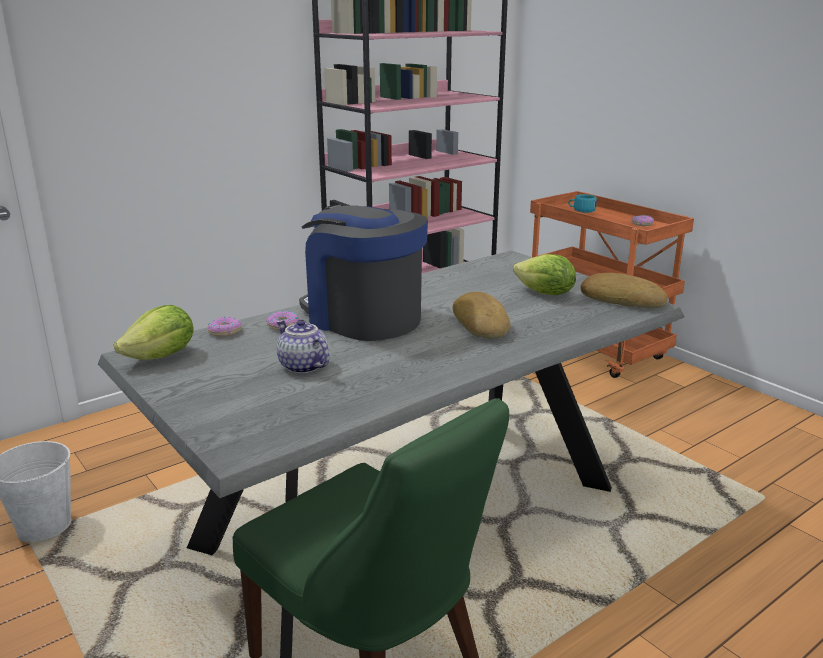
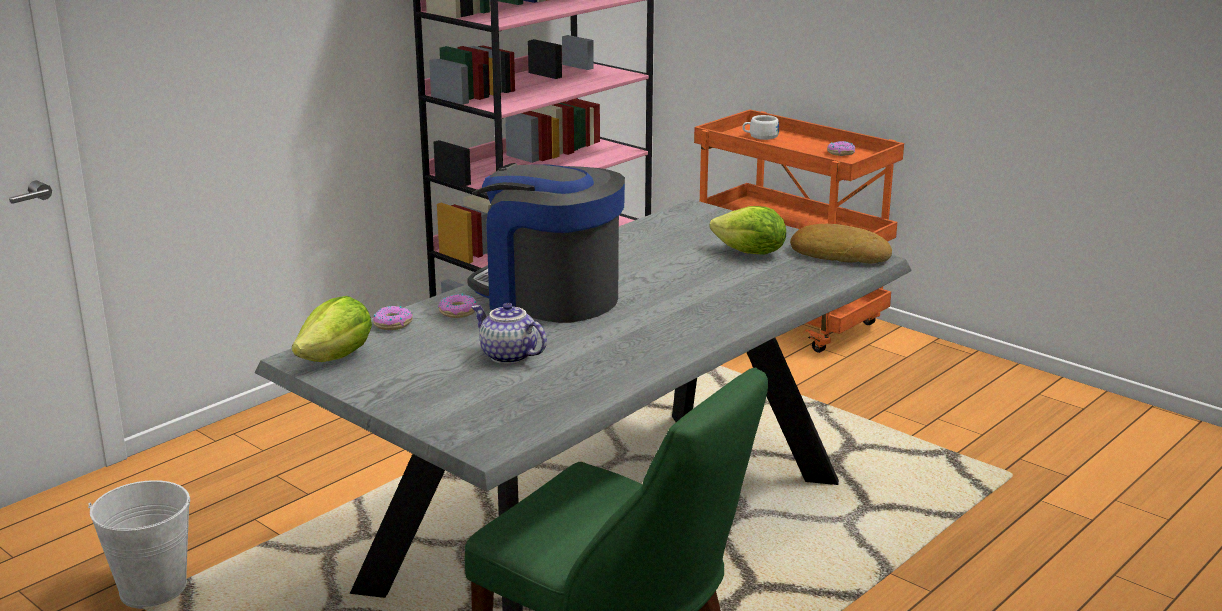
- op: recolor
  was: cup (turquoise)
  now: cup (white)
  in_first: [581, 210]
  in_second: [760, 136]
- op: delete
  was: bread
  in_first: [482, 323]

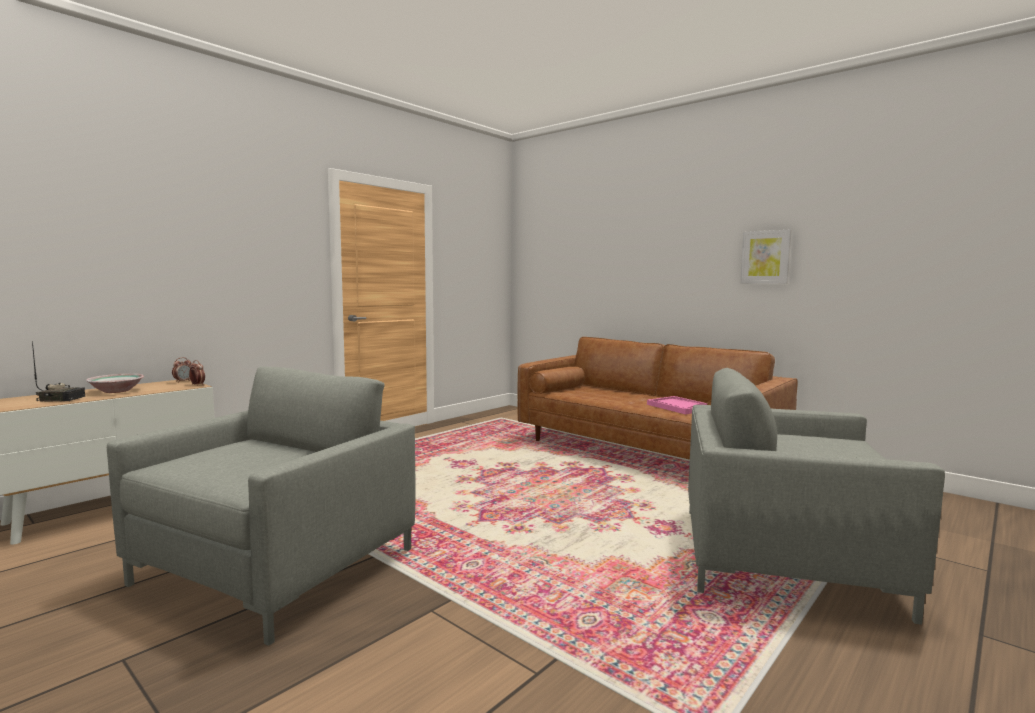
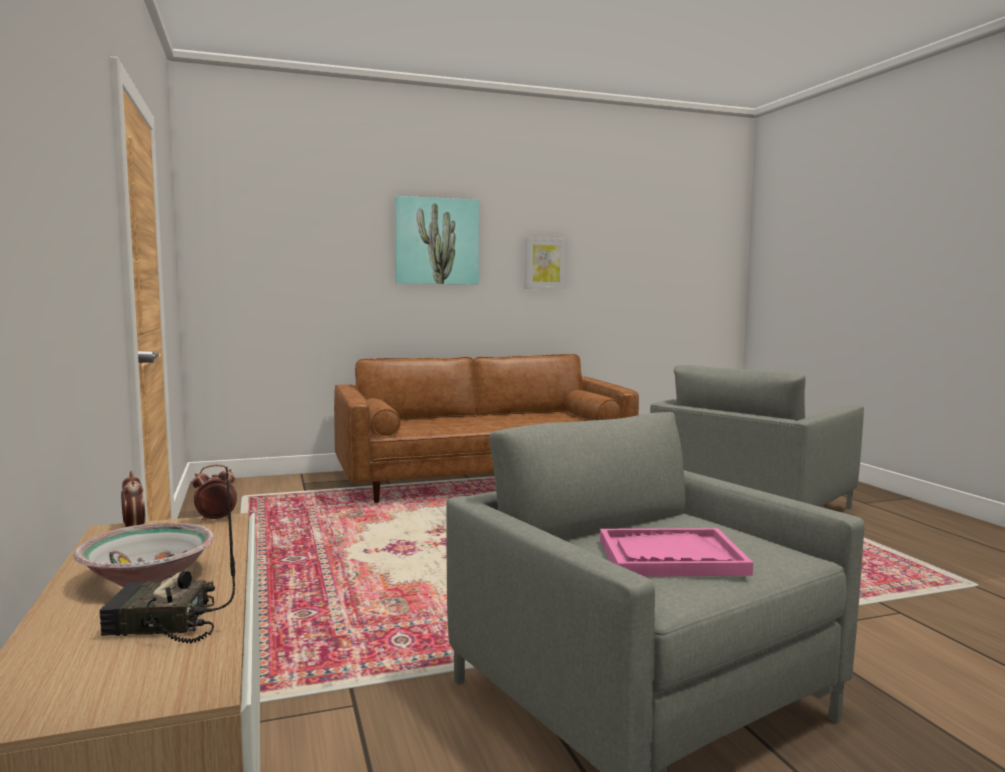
- op: rotate
  was: radio
  in_first: [62, 399]
  in_second: [162, 625]
  clockwise: -120
- op: insert
  now: picture
  in_second: [437, 241]
- op: move
  was: tray (pink)
  in_first: [679, 407]
  in_second: [670, 557]

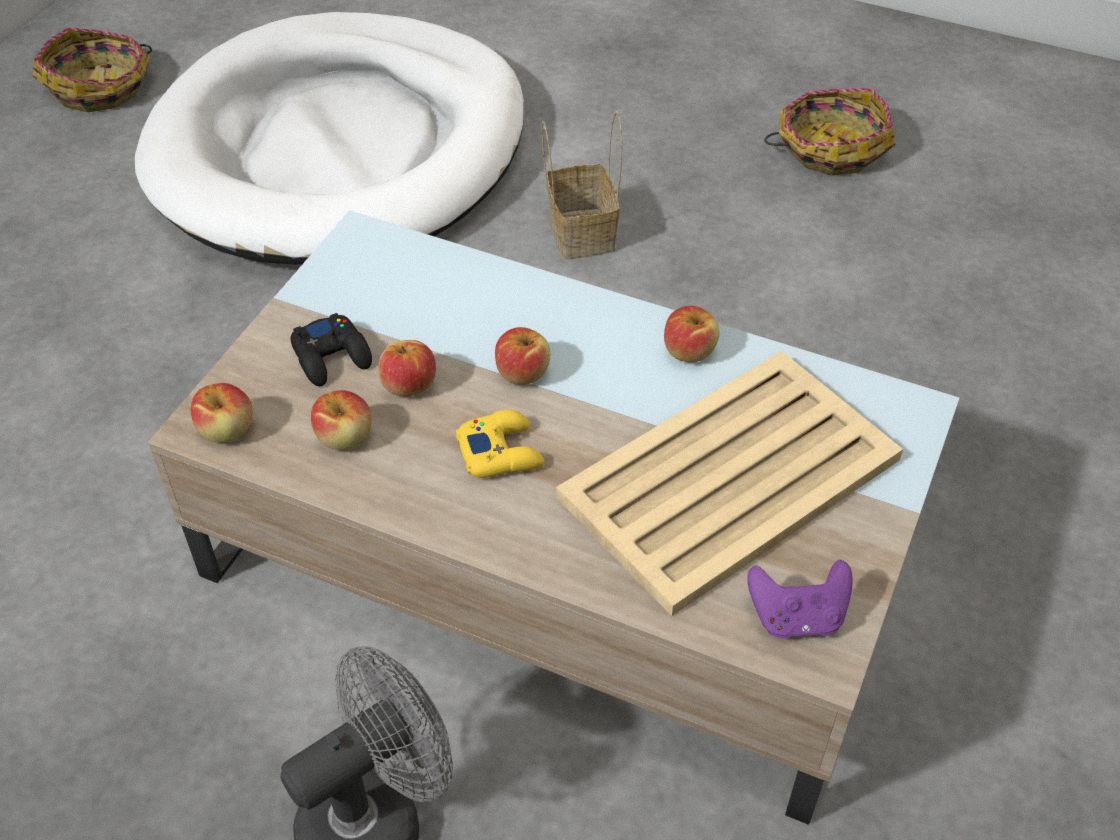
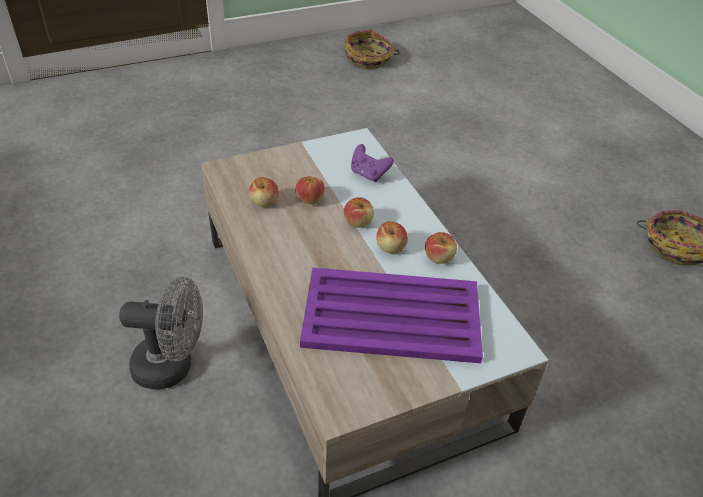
- op: recolor
  was: tray (beige)
  now: tray (purple)
  in_first: [726, 479]
  in_second: [390, 315]
- op: move
  was: game controller (purple)
  in_first: [796, 617]
  in_second: [368, 174]
- op: move
  was: apple
  in_first: [227, 430]
  in_second: [390, 247]
- op: delete
  was: dog bed (white)
  in_first: [340, 149]
- op: delete
  was: game controller (black)
  in_first: [332, 356]
- op: delete
  was: game controller (yellow)
  in_first: [501, 452]
- op: delete
  was: basket
  in_first: [579, 232]

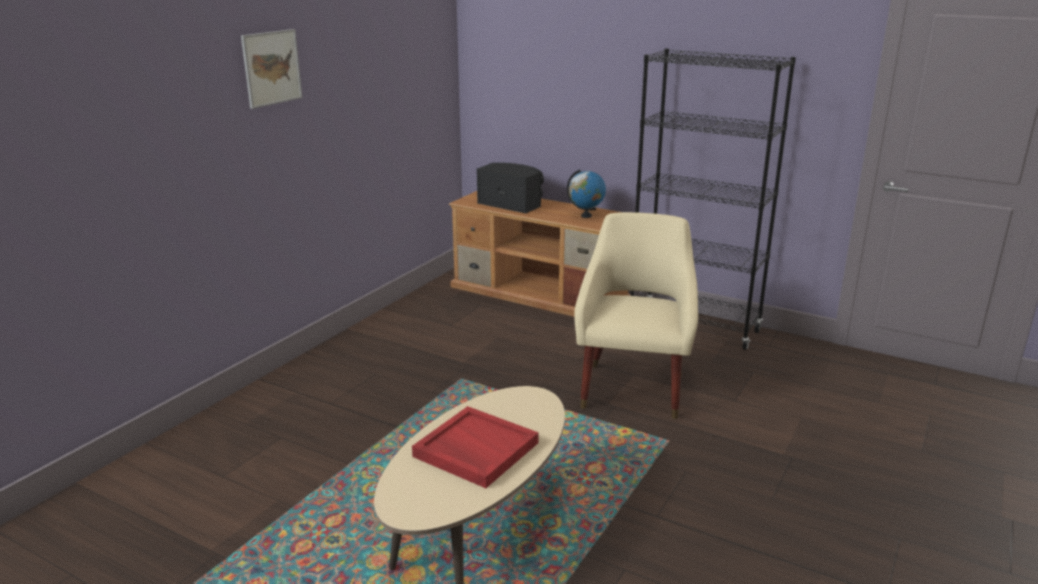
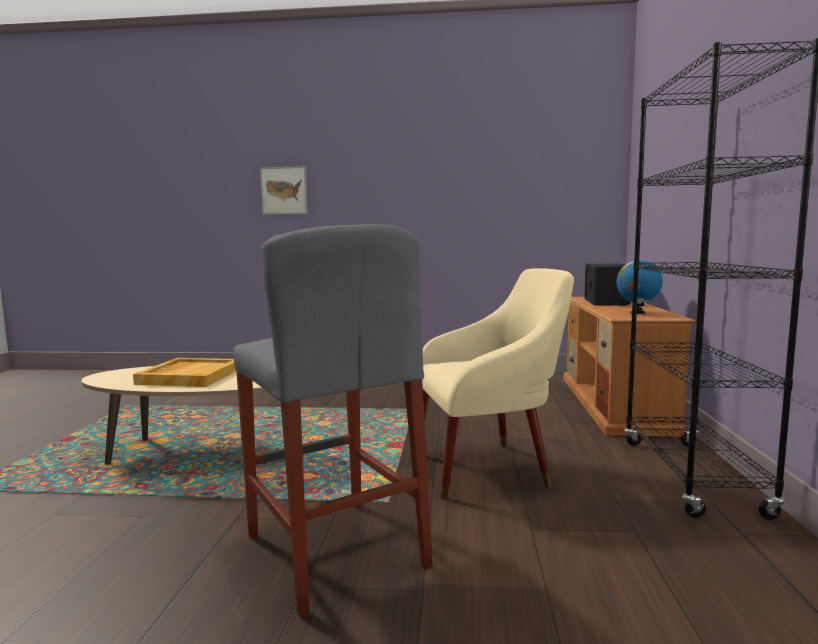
- op: recolor
  was: tray (red)
  now: tray (beige)
  in_first: [475, 450]
  in_second: [190, 376]
- op: insert
  now: stool (grey)
  in_second: [334, 550]
- op: move
  was: picture
  in_first: [271, 68]
  in_second: [284, 190]

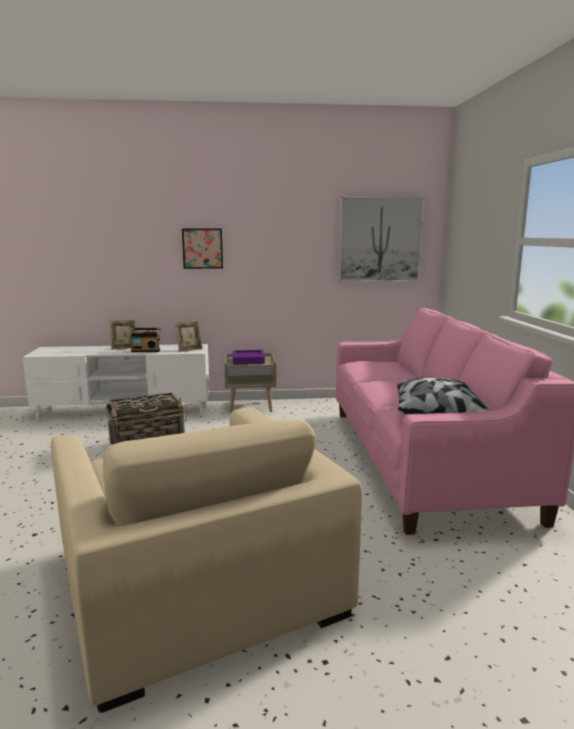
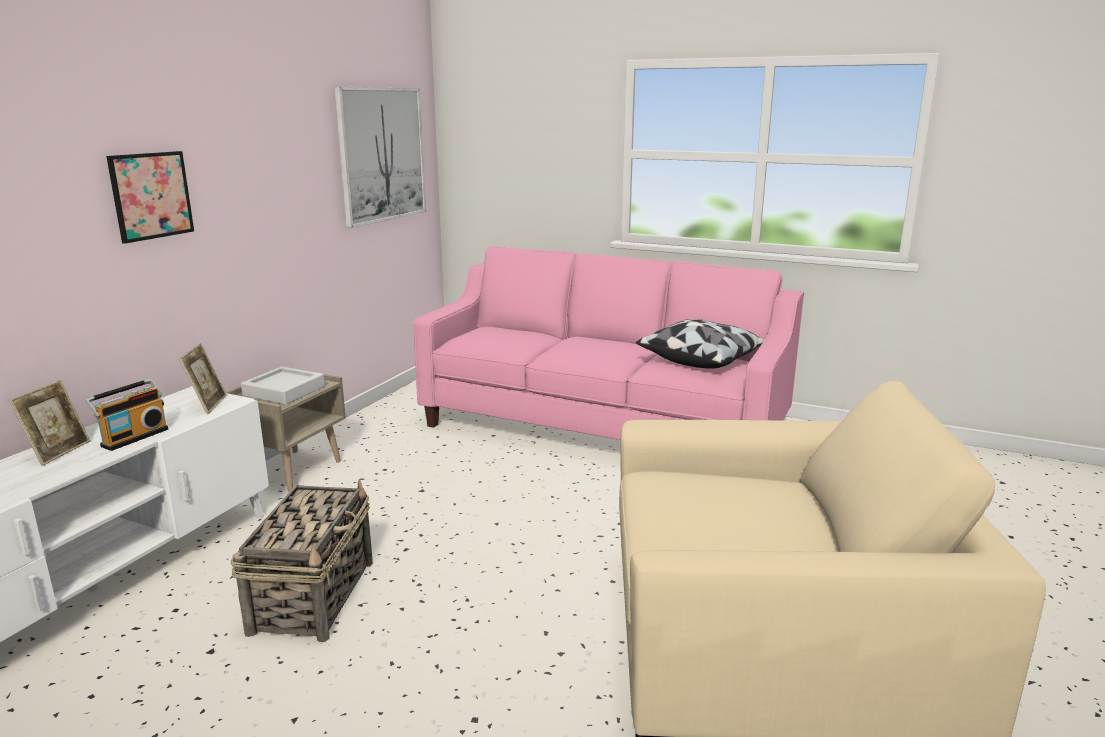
- op: recolor
  was: tray (purple)
  now: tray (grey)
  in_first: [248, 360]
  in_second: [284, 391]

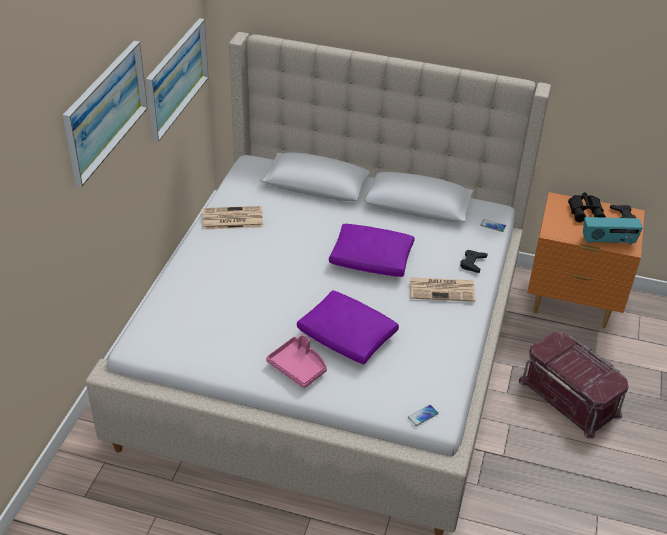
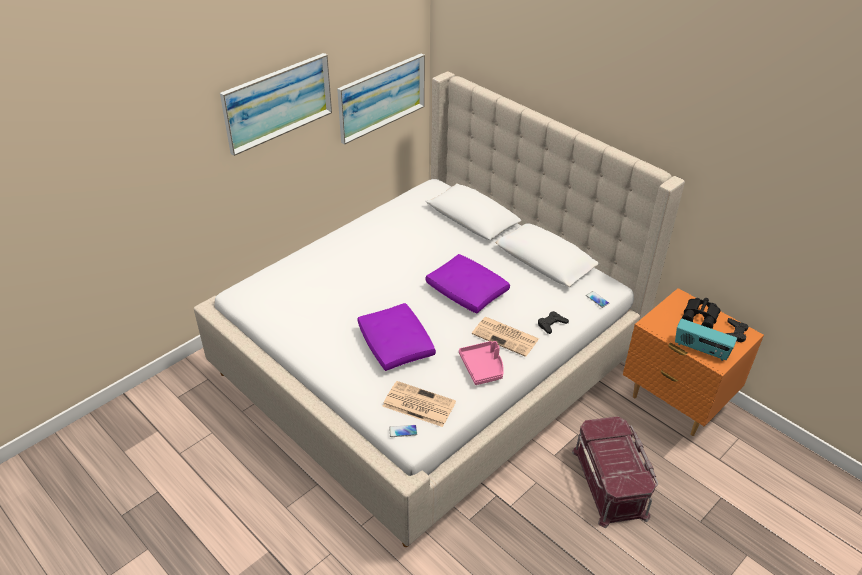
- op: move
  was: newspaper
  in_first: [232, 219]
  in_second: [418, 404]
- op: move
  was: tray (pink)
  in_first: [298, 367]
  in_second: [483, 367]

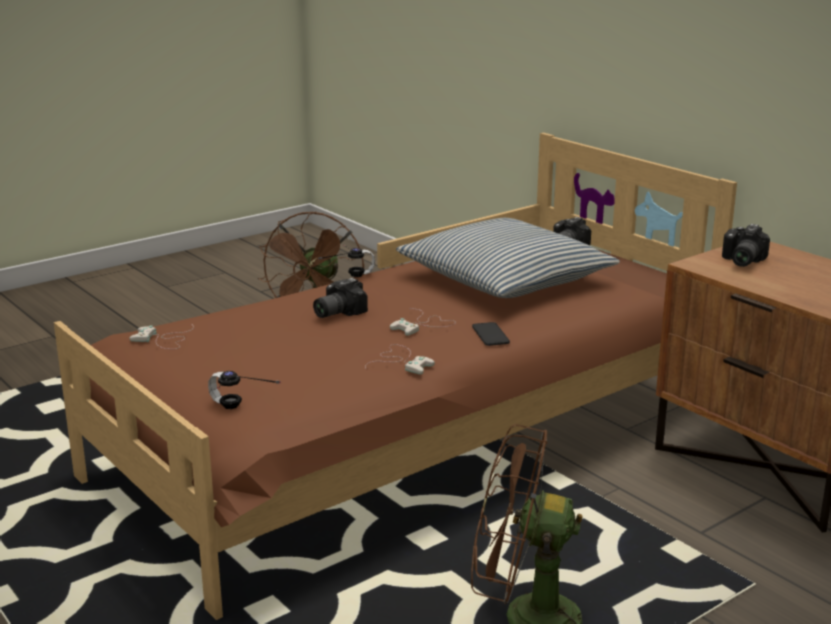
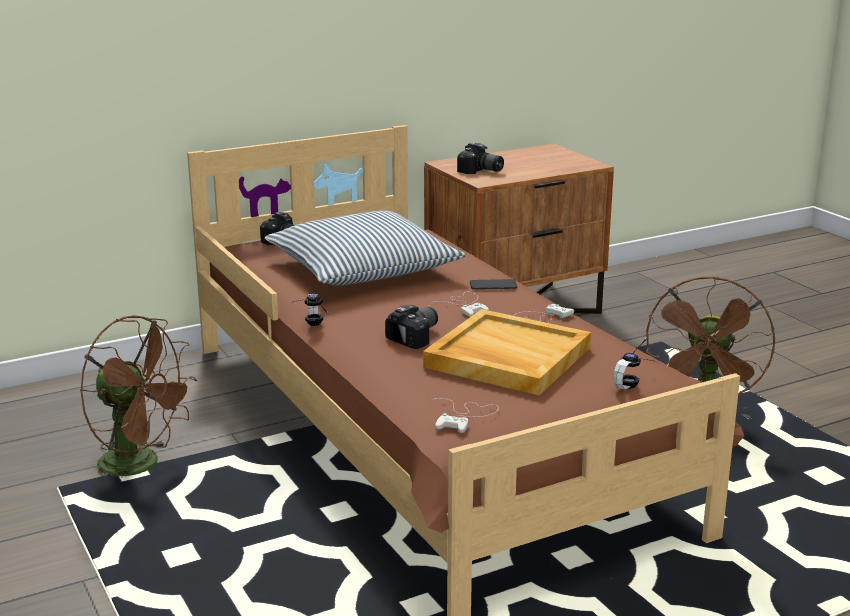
- op: rotate
  was: photo camera
  in_first: [336, 312]
  in_second: [417, 336]
  clockwise: -105
- op: insert
  now: tray (beige)
  in_second: [506, 357]

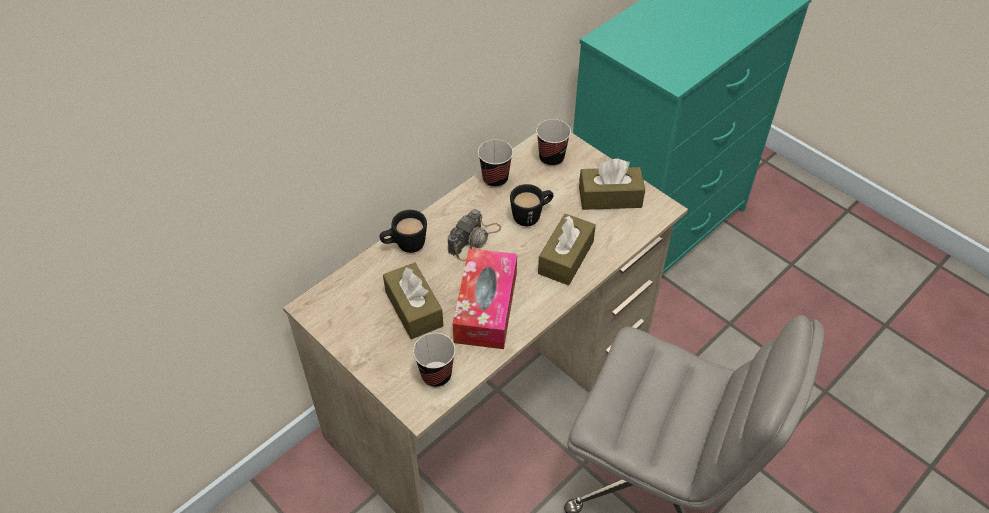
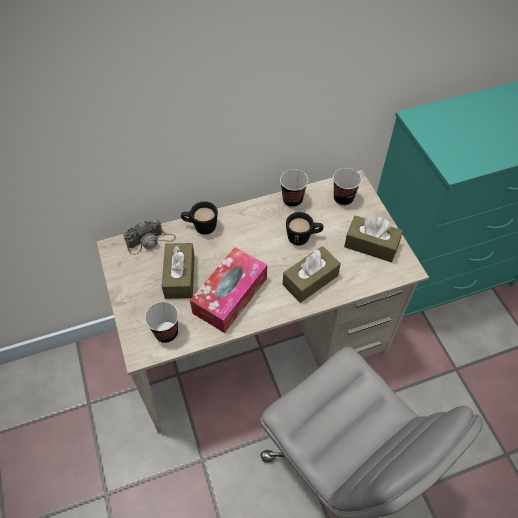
- op: move
  was: photo camera
  in_first: [474, 239]
  in_second: [150, 241]

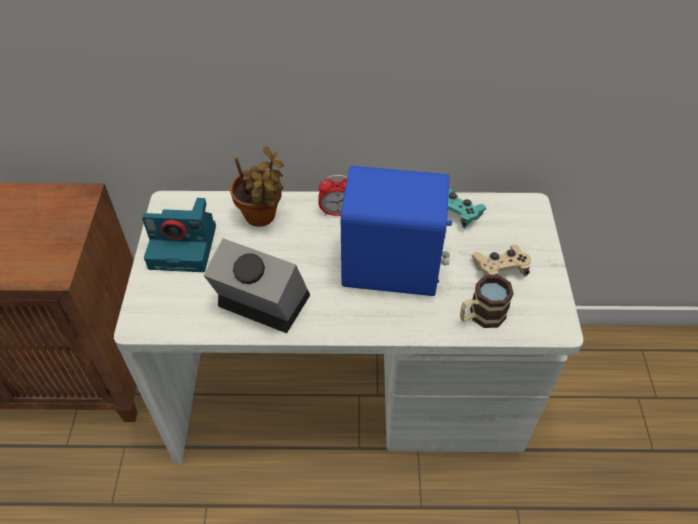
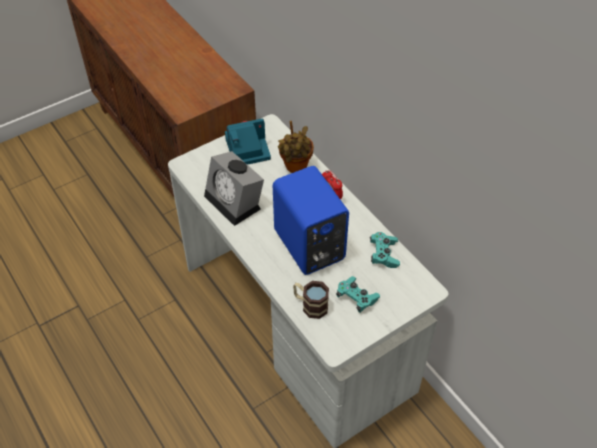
- op: rotate
  was: alarm clock
  in_first: [259, 303]
  in_second: [235, 202]
  clockwise: 150
- op: rotate
  was: photo camera
  in_first: [185, 246]
  in_second: [247, 150]
  clockwise: 105
- op: recolor
  was: game controller (beige)
  now: game controller (turquoise)
  in_first: [500, 269]
  in_second: [356, 298]

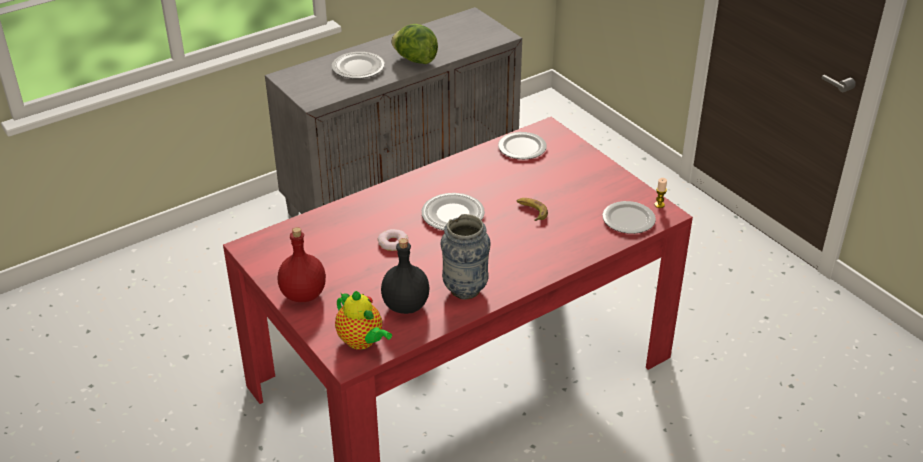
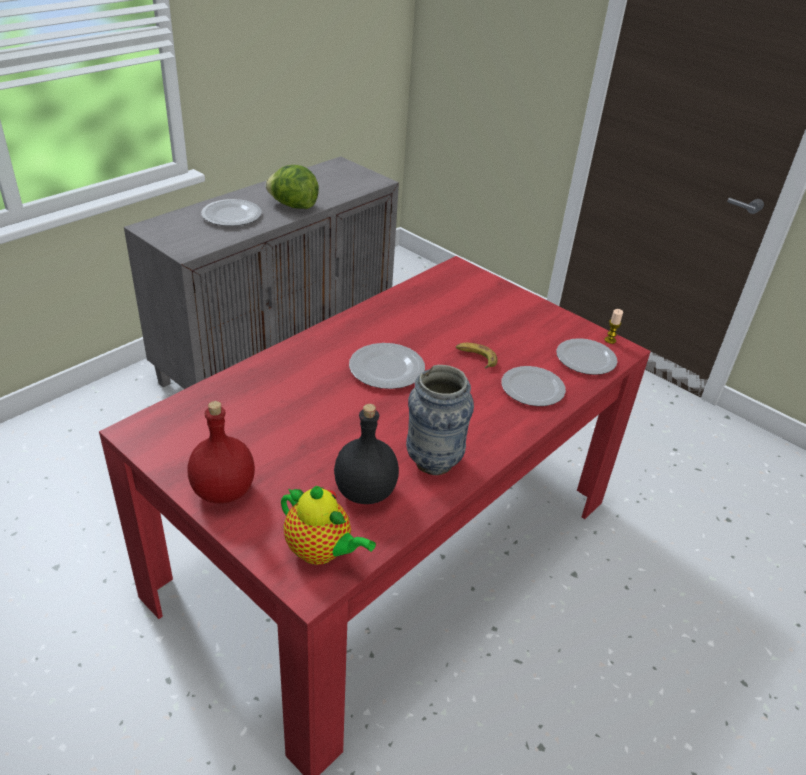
- op: move
  was: plate
  in_first: [522, 148]
  in_second: [533, 389]
- op: delete
  was: donut
  in_first: [393, 243]

